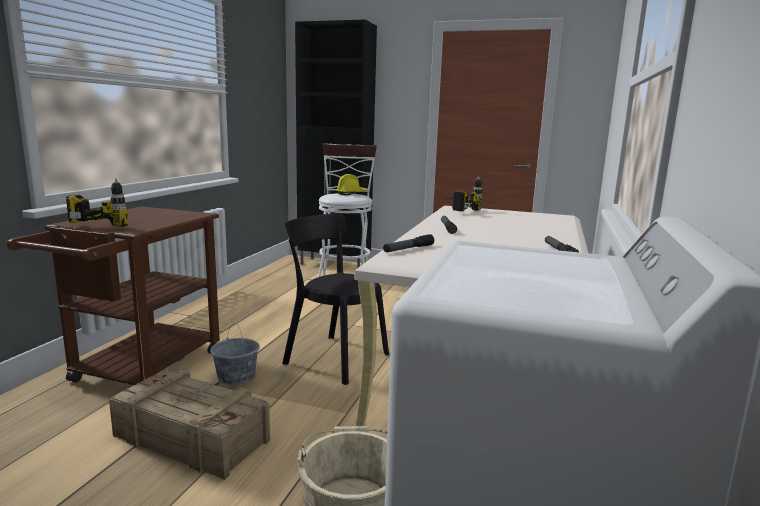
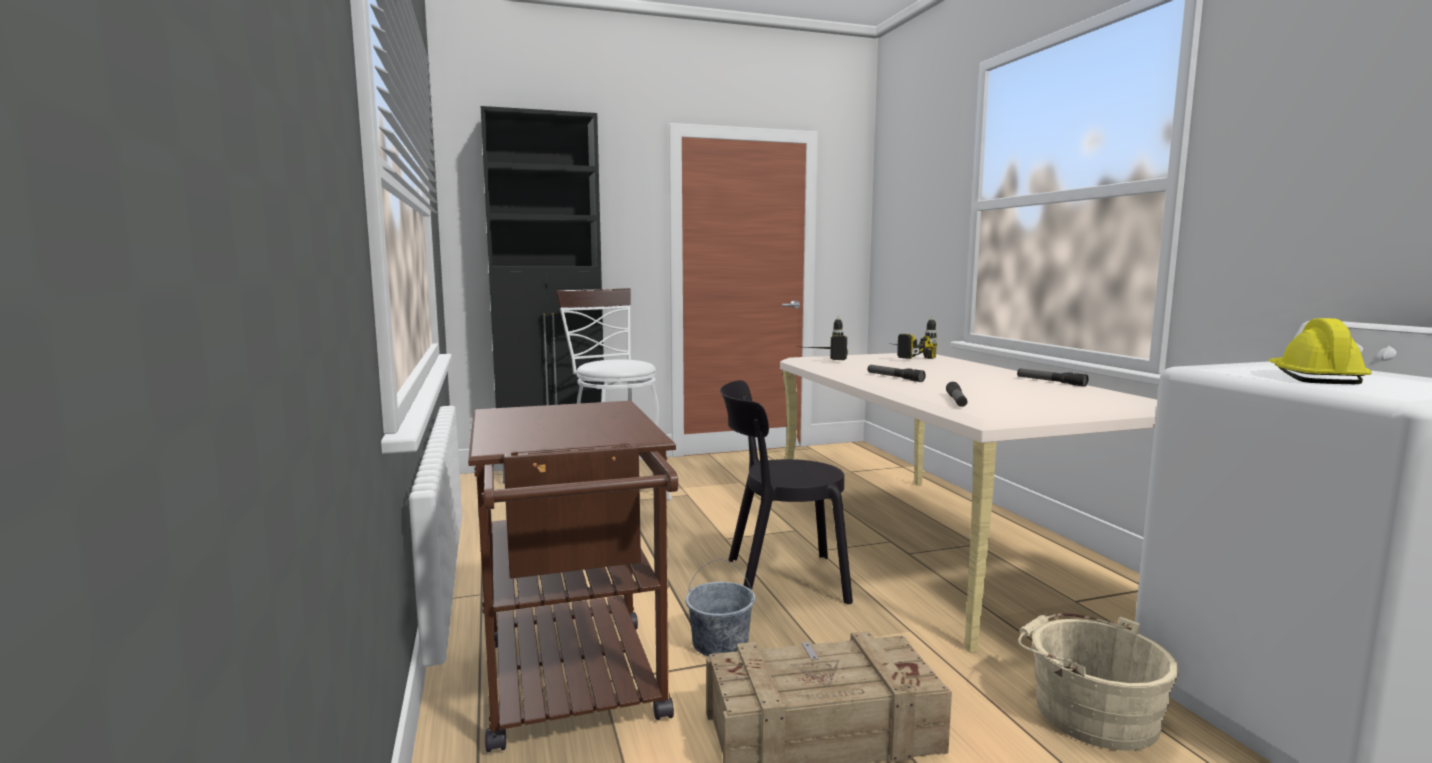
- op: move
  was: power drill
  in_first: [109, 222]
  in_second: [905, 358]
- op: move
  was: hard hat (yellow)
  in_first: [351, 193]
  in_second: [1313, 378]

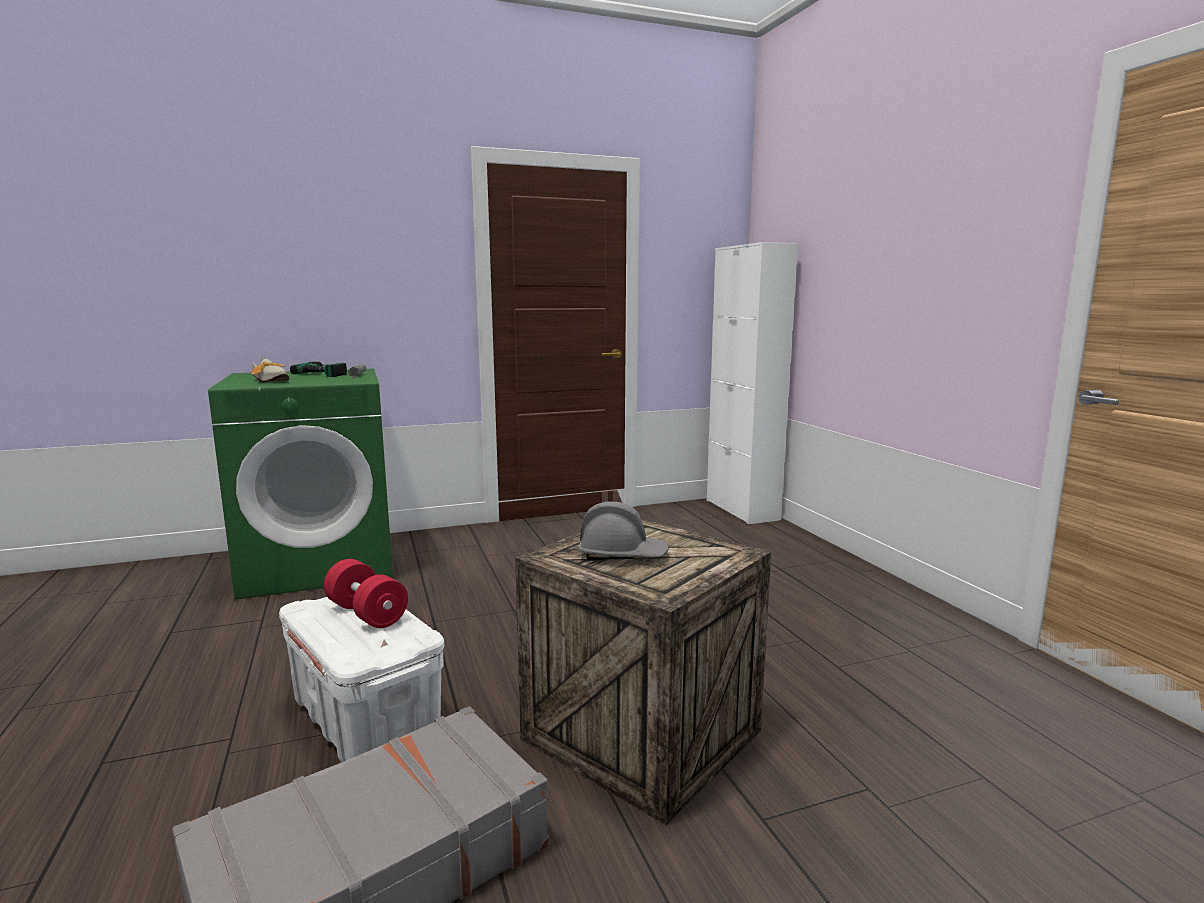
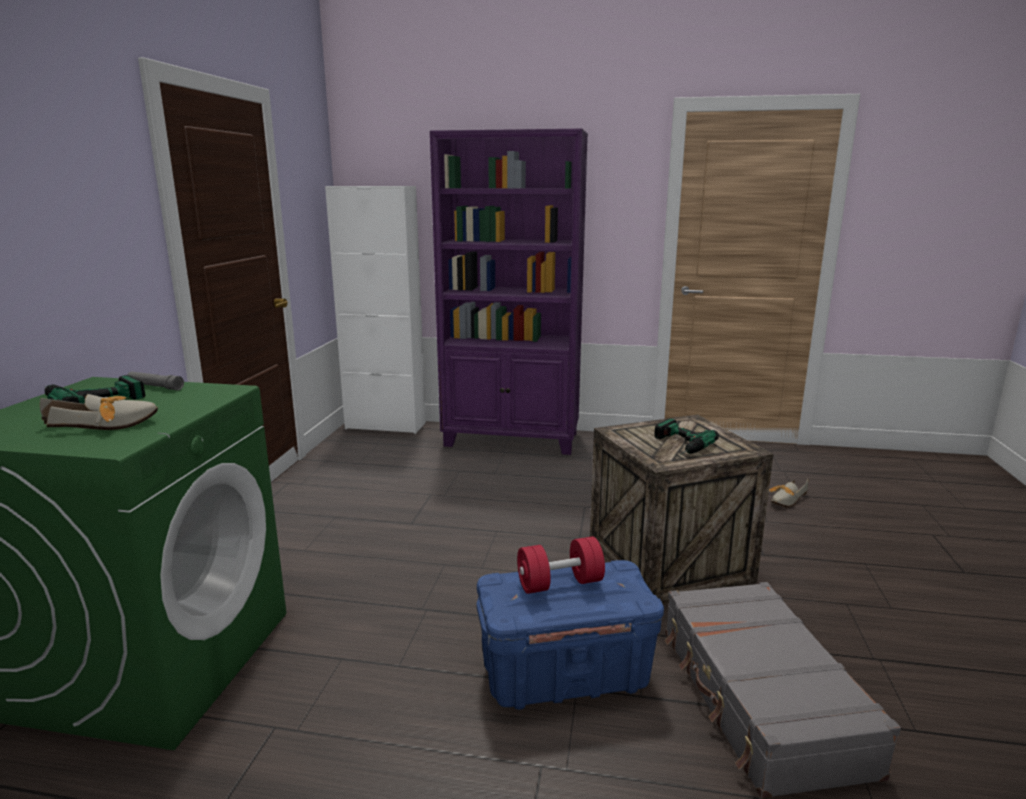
- op: insert
  now: bookcase (purple)
  in_second: [512, 440]
- op: recolor
  was: storage box (white)
  now: storage box (blue)
  in_first: [364, 717]
  in_second: [564, 676]
- op: replace
  was: hard hat (grey)
  now: power drill
  in_first: [622, 555]
  in_second: [677, 445]
- op: insert
  now: shoe
  in_second: [786, 501]

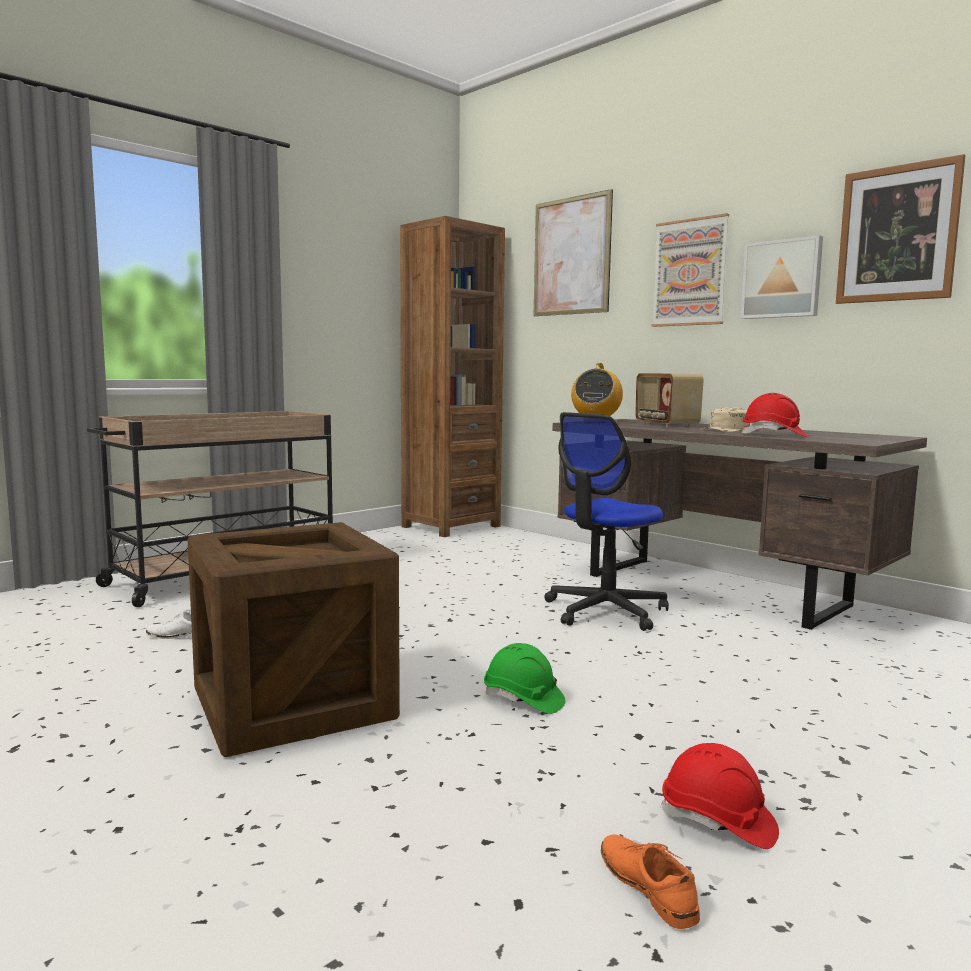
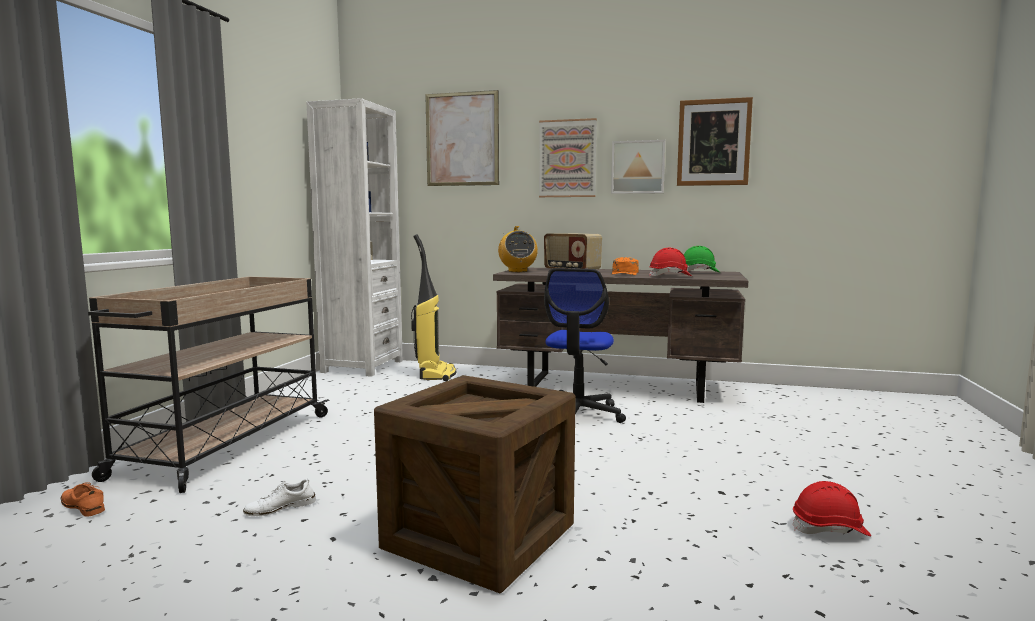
- op: move
  was: shoe (orange)
  in_first: [647, 886]
  in_second: [83, 506]
- op: recolor
  was: bookcase (brown)
  now: bookcase (white)
  in_first: [451, 526]
  in_second: [362, 366]
- op: insert
  now: vacuum cleaner
  in_second: [436, 374]
- op: recolor
  was: cap (beige)
  now: cap (orange)
  in_first: [725, 430]
  in_second: [625, 273]
- op: move
  was: hard hat (green)
  in_first: [523, 700]
  in_second: [699, 272]

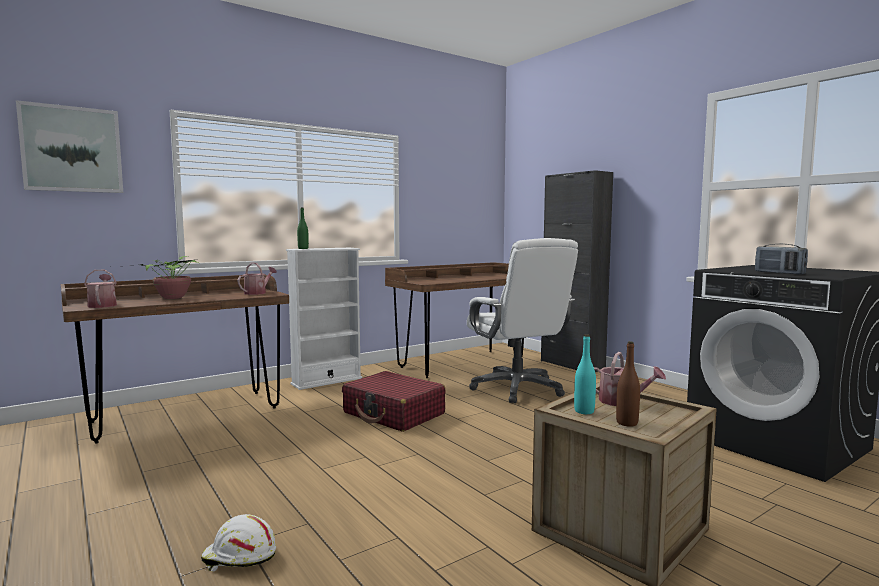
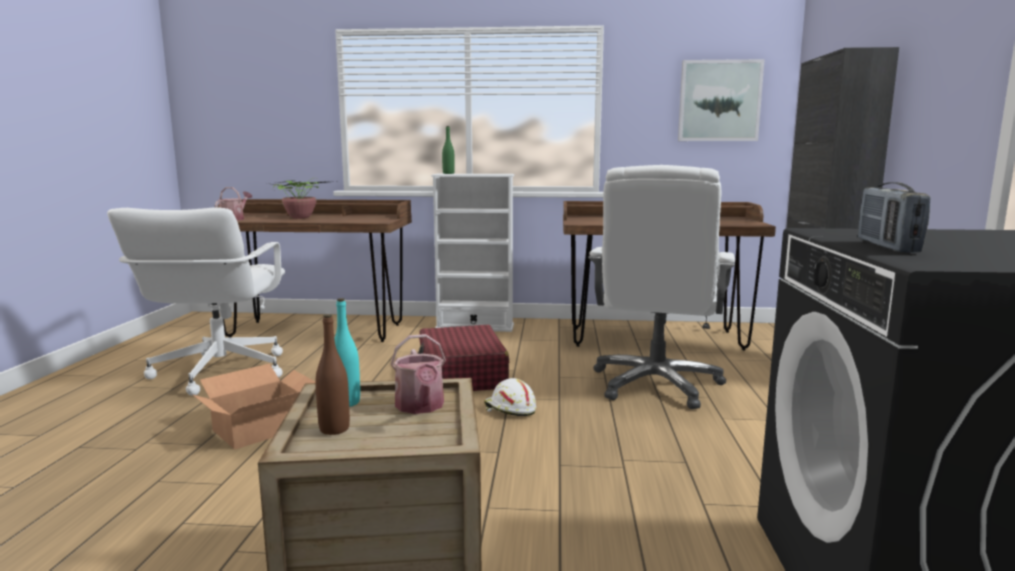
- op: insert
  now: office chair (white)
  in_second: [219, 372]
- op: insert
  now: cardboard box
  in_second: [261, 429]
- op: move
  was: hard hat (white)
  in_first: [239, 557]
  in_second: [509, 409]
- op: move
  was: picture
  in_first: [72, 149]
  in_second: [719, 101]
- op: delete
  was: watering can
  in_first: [257, 293]

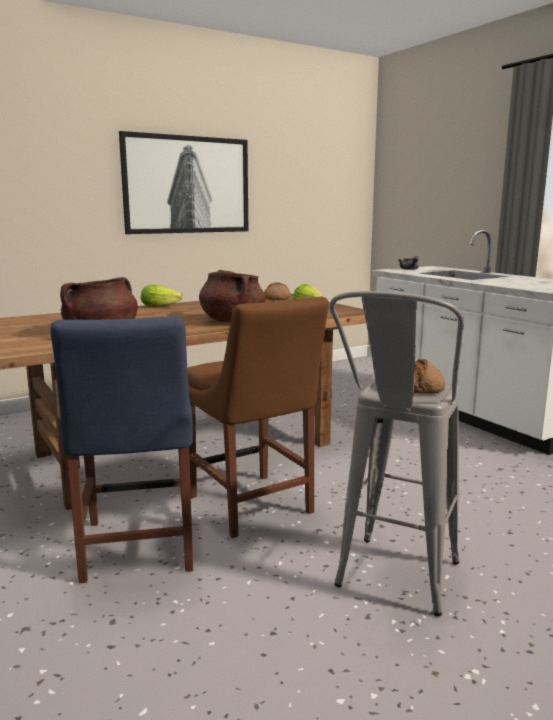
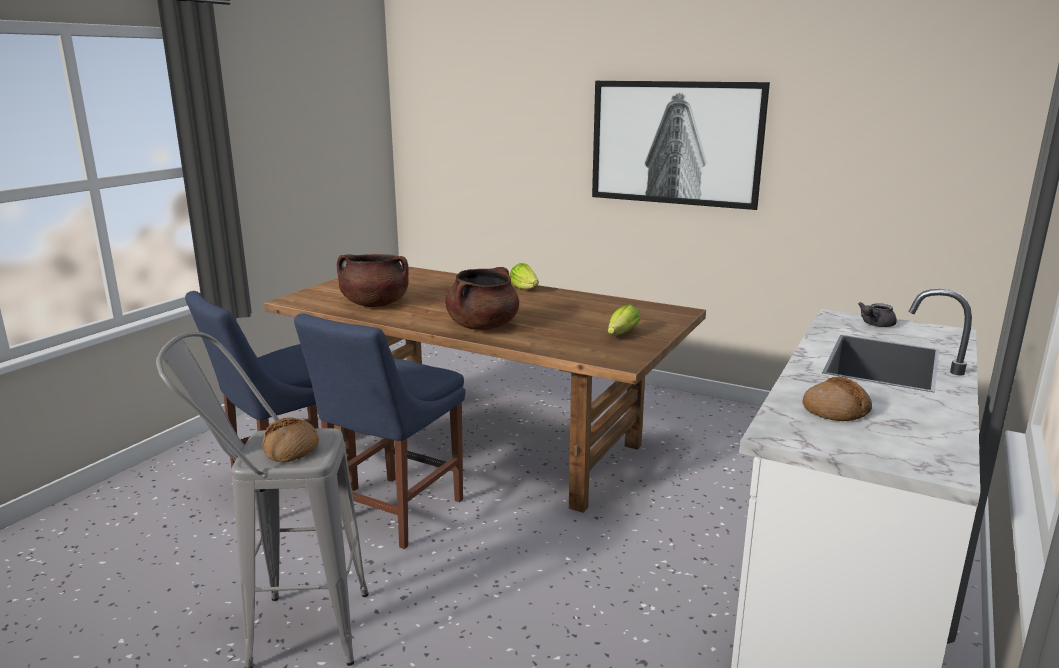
- op: recolor
  was: chair (brown)
  now: chair (blue)
  in_first: [252, 507]
  in_second: [392, 514]
- op: move
  was: bread
  in_first: [276, 298]
  in_second: [836, 410]

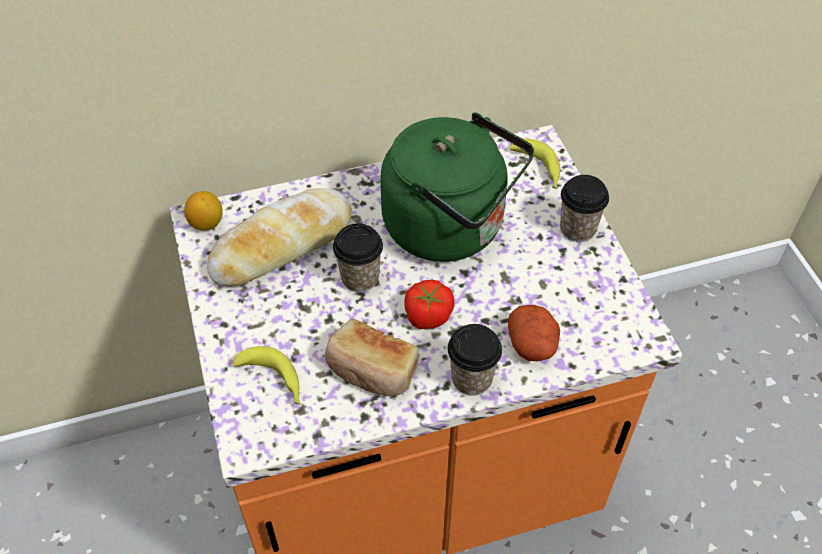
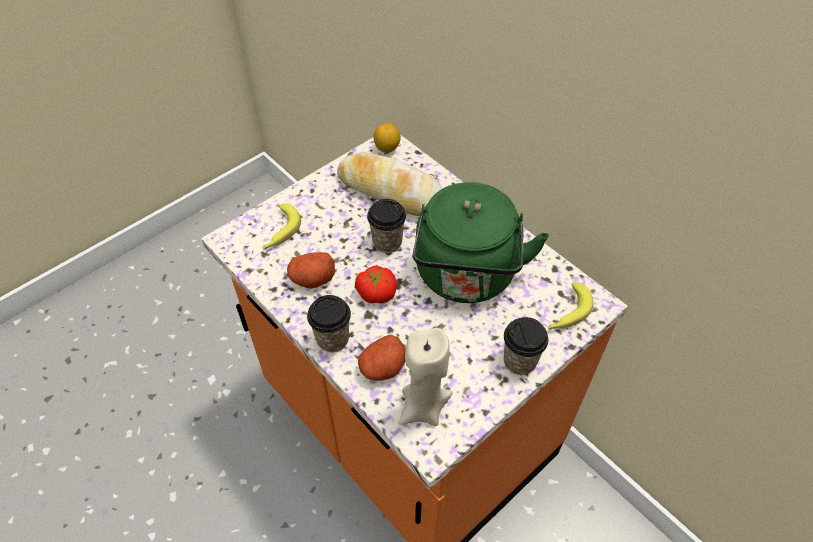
- op: replace
  was: bread
  now: potato
  in_first: [372, 370]
  in_second: [312, 279]
- op: insert
  now: candle (beige)
  in_second: [423, 407]

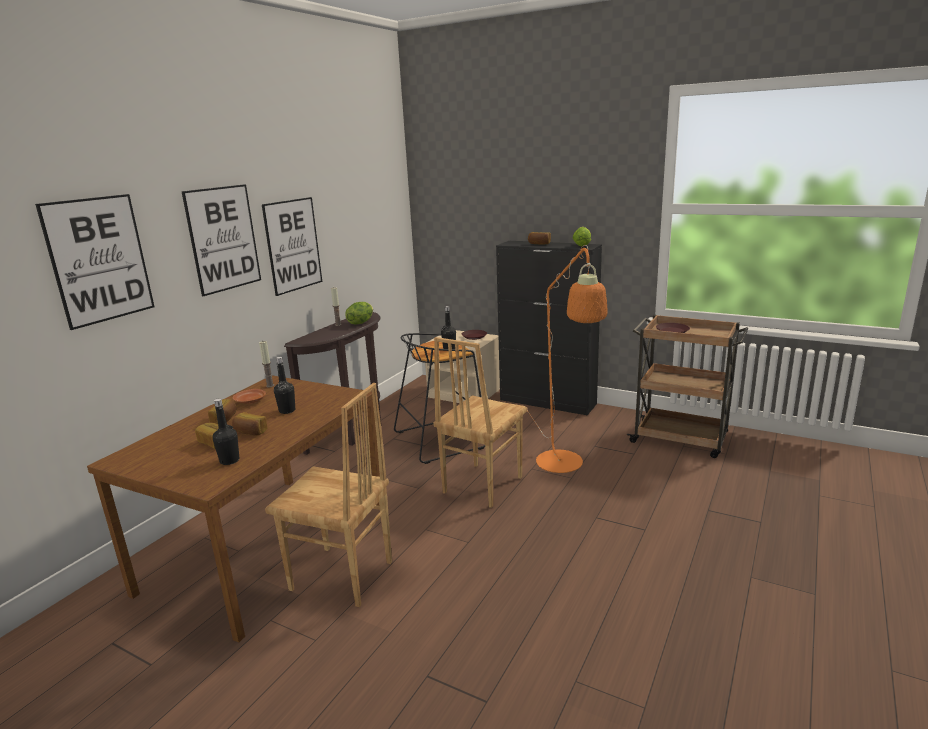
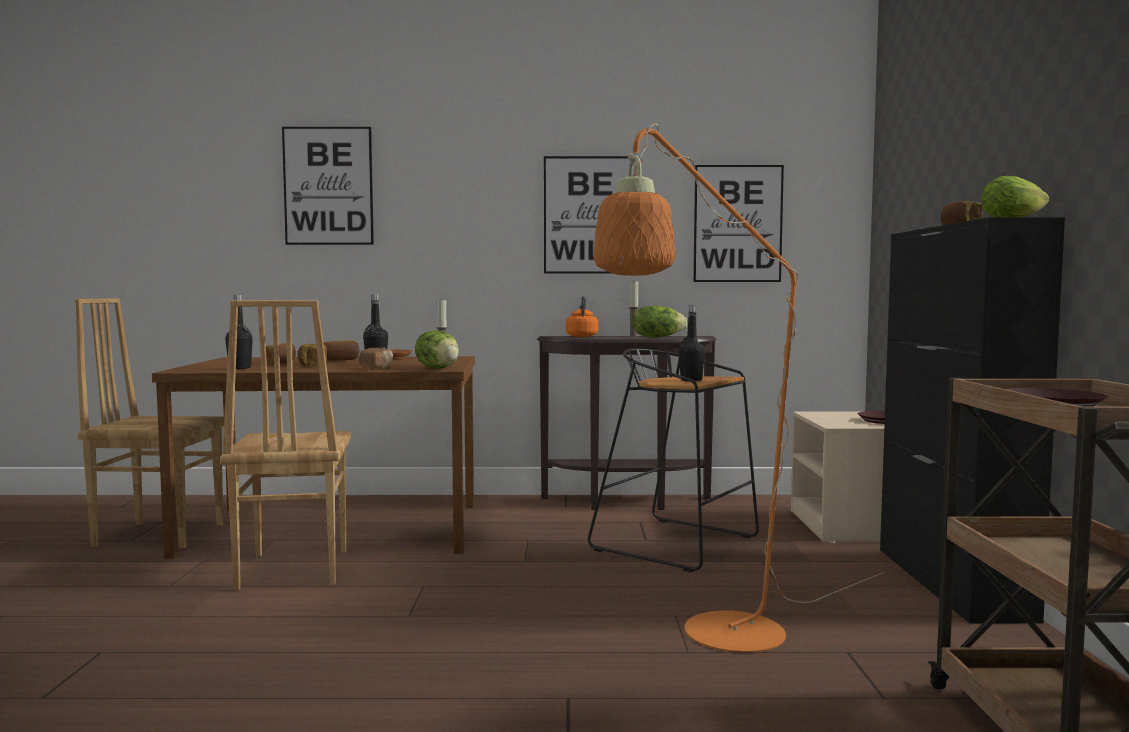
- op: move
  was: chair (brown)
  in_first: [481, 485]
  in_second: [159, 534]
- op: insert
  now: bread
  in_second: [377, 368]
- op: insert
  now: lettuce
  in_second: [439, 368]
- op: insert
  now: kettle (orange)
  in_second: [582, 336]
- op: move
  was: picture
  in_first: [223, 239]
  in_second: [737, 224]

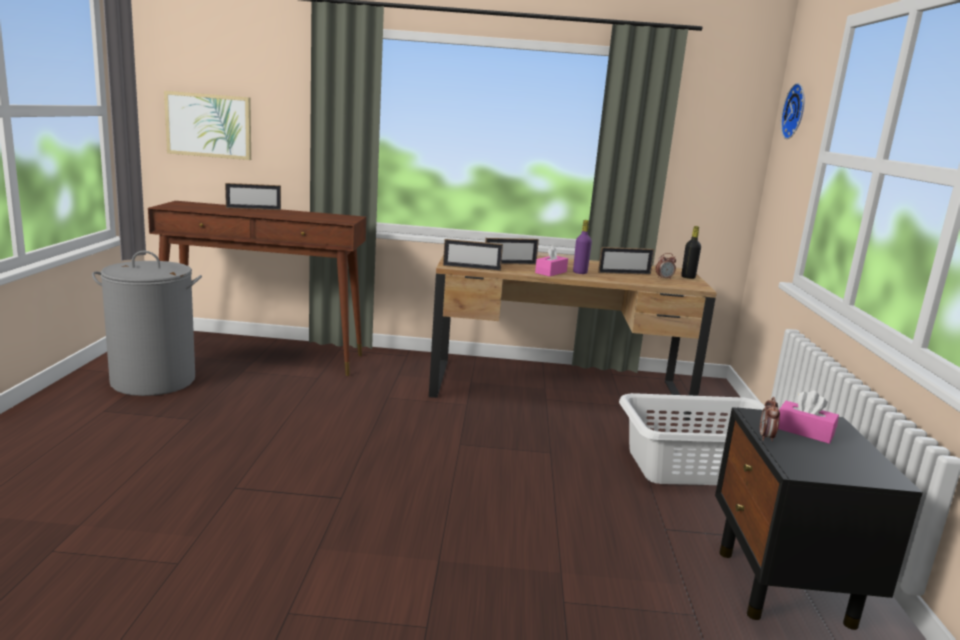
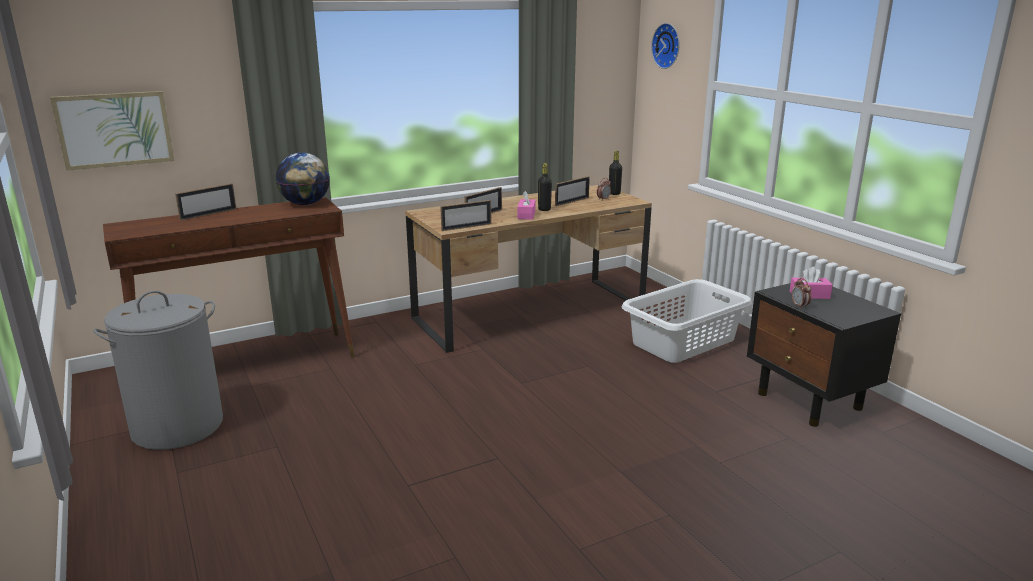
- op: insert
  now: globe
  in_second: [305, 204]
- op: recolor
  was: bottle (purple)
  now: bottle (black)
  in_first: [580, 272]
  in_second: [544, 209]

